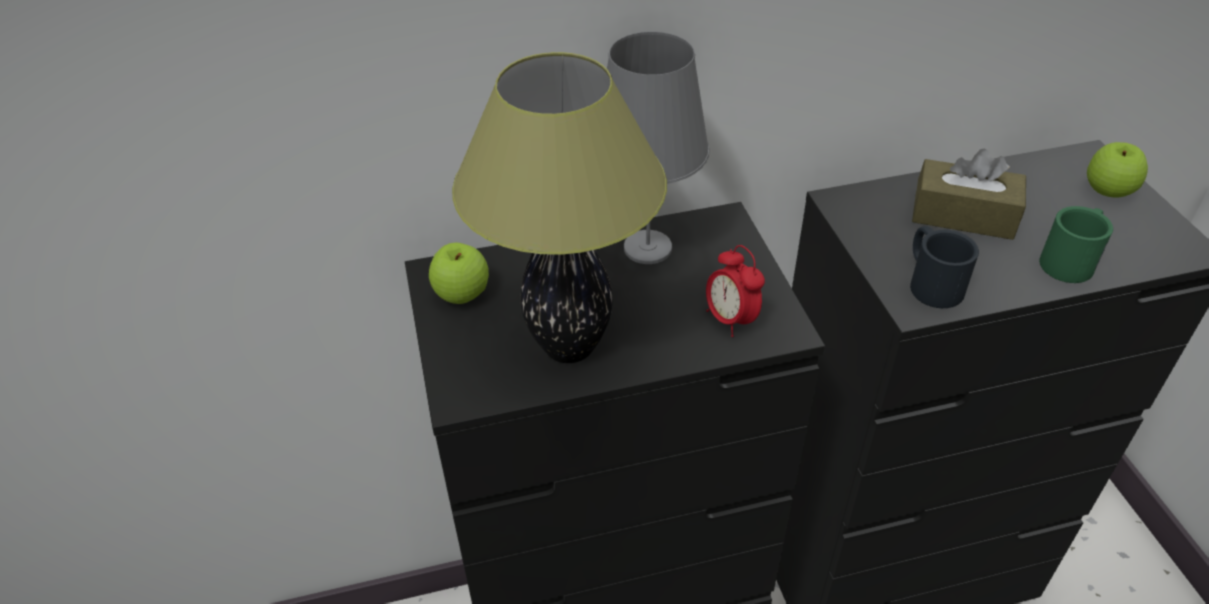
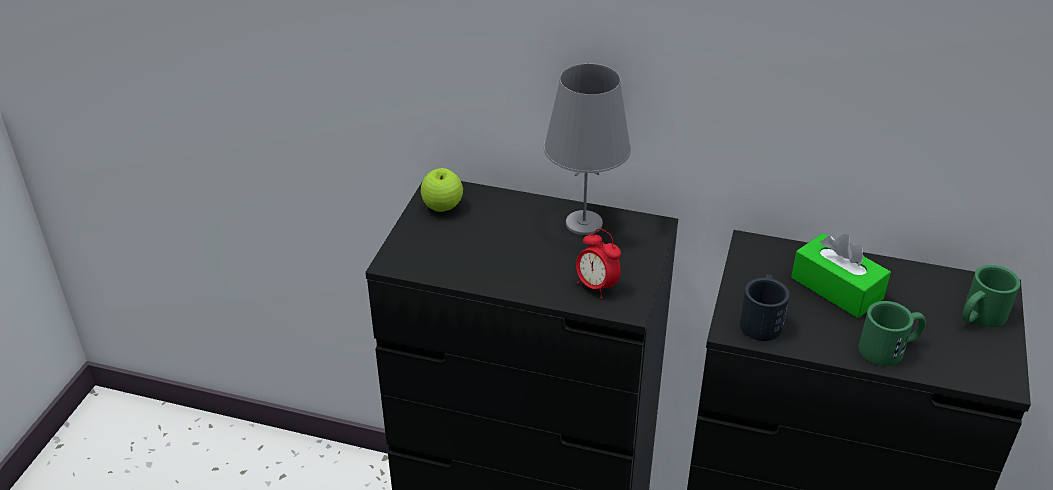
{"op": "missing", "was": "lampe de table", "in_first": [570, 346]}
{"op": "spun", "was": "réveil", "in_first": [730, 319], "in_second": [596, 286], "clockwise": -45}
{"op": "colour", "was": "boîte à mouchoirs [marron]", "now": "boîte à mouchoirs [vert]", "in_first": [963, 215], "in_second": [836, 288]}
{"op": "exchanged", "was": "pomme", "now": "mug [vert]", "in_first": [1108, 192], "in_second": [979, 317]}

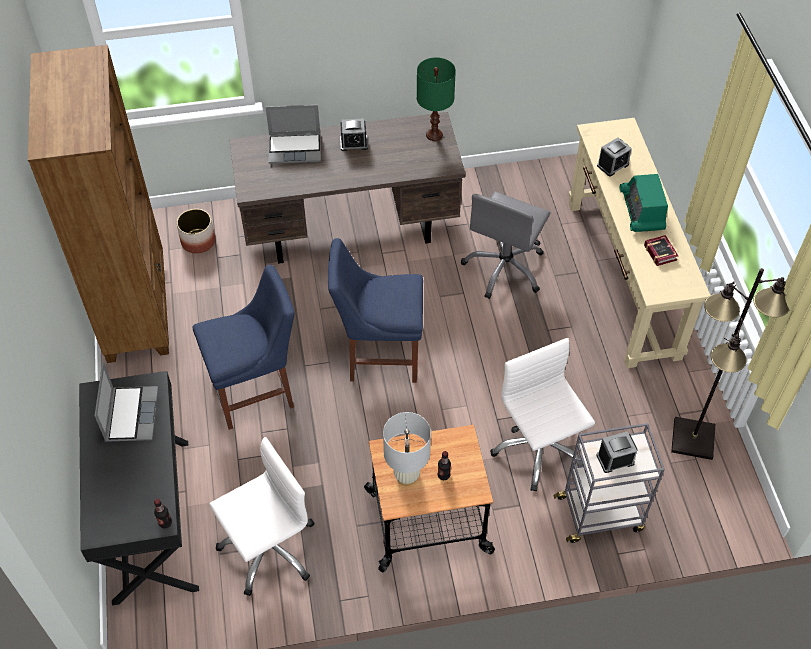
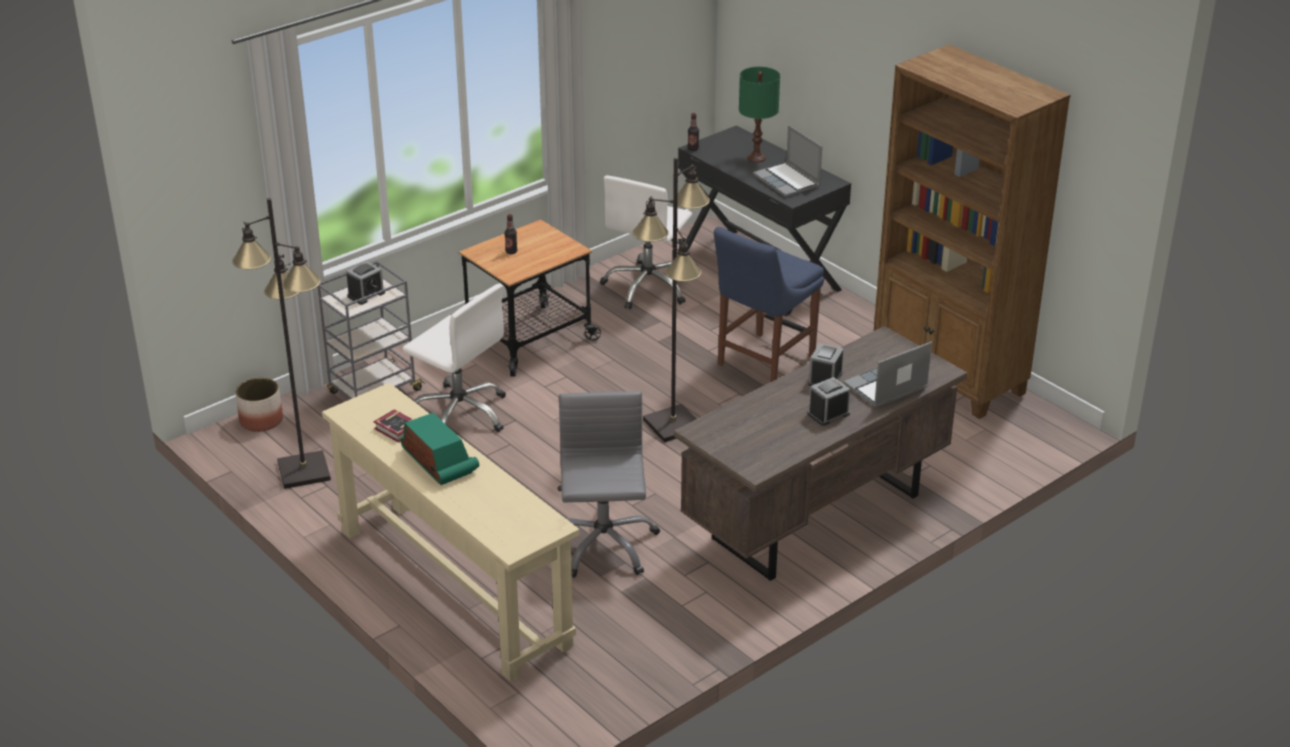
{"op": "relocated", "was": "cache-pot", "in_first": [198, 241], "in_second": [262, 420]}
{"op": "exchanged", "was": "chaise [bleu]", "now": "lampadaire [noir]", "in_first": [379, 355], "in_second": [674, 425]}
{"op": "missing", "was": "lampe de table [blanc]", "in_first": [406, 476]}
{"op": "relocated", "was": "lampe de table [vert]", "in_first": [434, 135], "in_second": [757, 158]}
{"op": "relocated", "was": "réveil", "in_first": [612, 165], "in_second": [825, 379]}

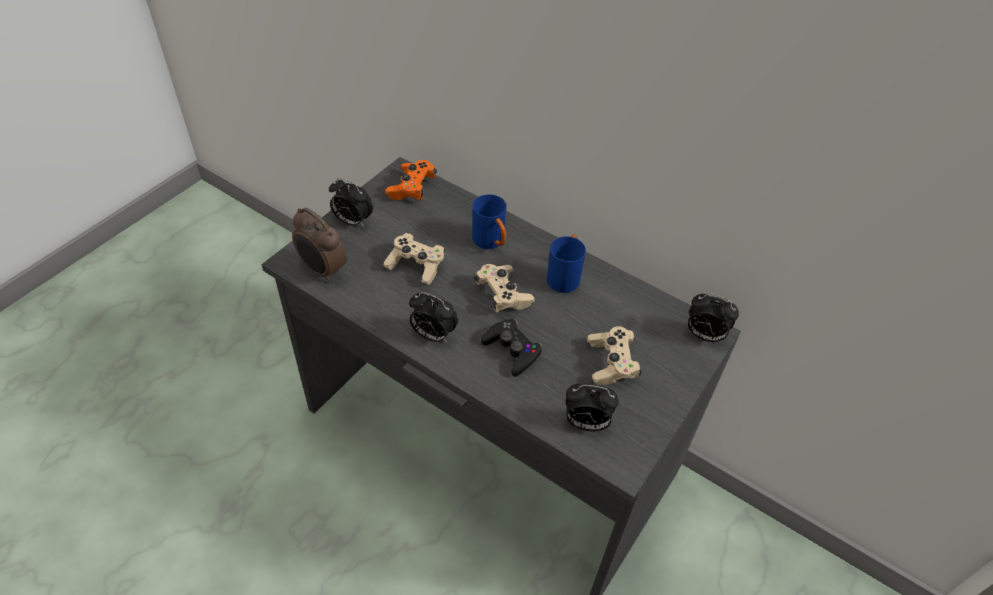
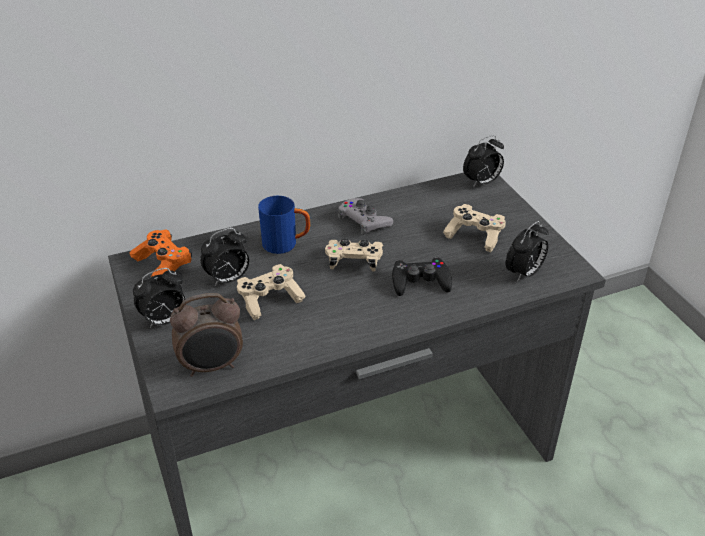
{"op": "relocated", "was": "réveil", "in_first": [432, 335], "in_second": [228, 279]}
{"op": "exchanged", "was": "mug [bleu]", "now": "manette [gris]", "in_first": [564, 276], "in_second": [364, 221]}

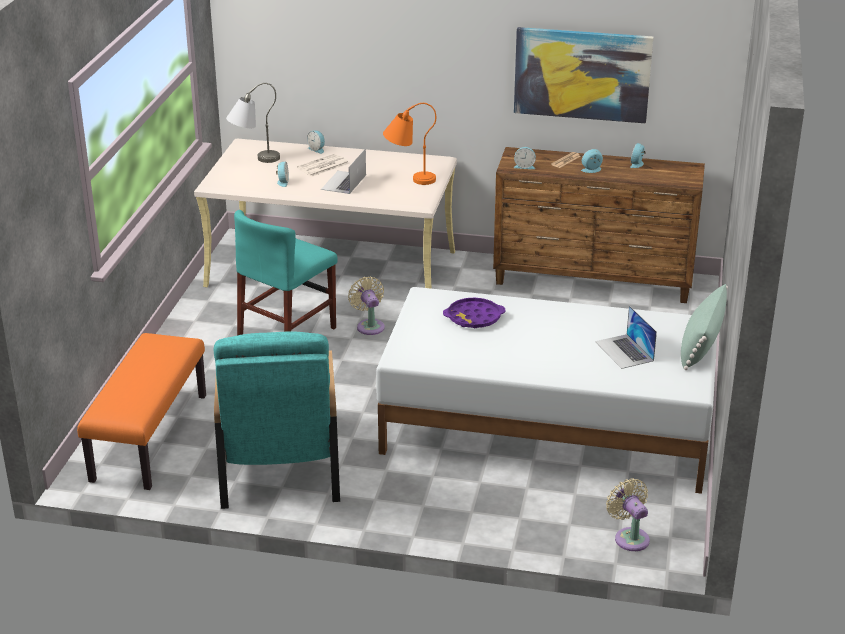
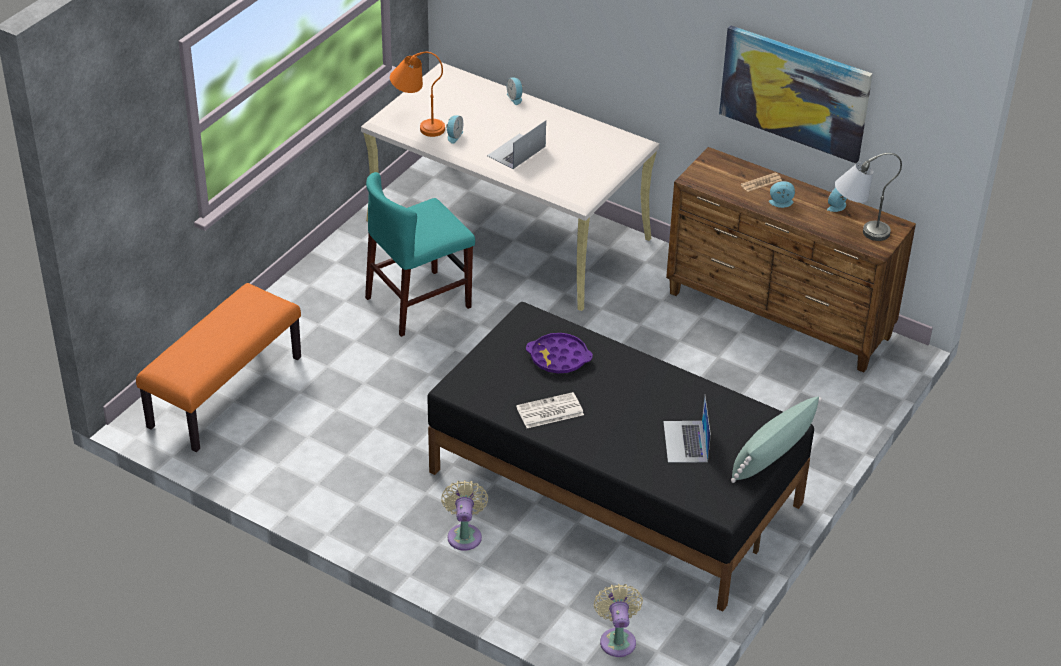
{"op": "missing", "was": "fauteuil [turquoise]", "in_first": [279, 459]}
{"op": "relocated", "was": "lampe de table [gris]", "in_first": [253, 160], "in_second": [857, 232]}
{"op": "relocated", "was": "journal", "in_first": [323, 166], "in_second": [549, 411]}
{"op": "relocated", "was": "ventilateur [beige]", "in_first": [369, 326], "in_second": [464, 534]}
{"op": "colour", "was": "lit [blanc]", "now": "lit [noir]", "in_first": [548, 427], "in_second": [615, 489]}
{"op": "relocated", "was": "lampe de table [orange]", "in_first": [408, 178], "in_second": [417, 124]}
{"op": "missing", "was": "réveil", "in_first": [524, 166]}

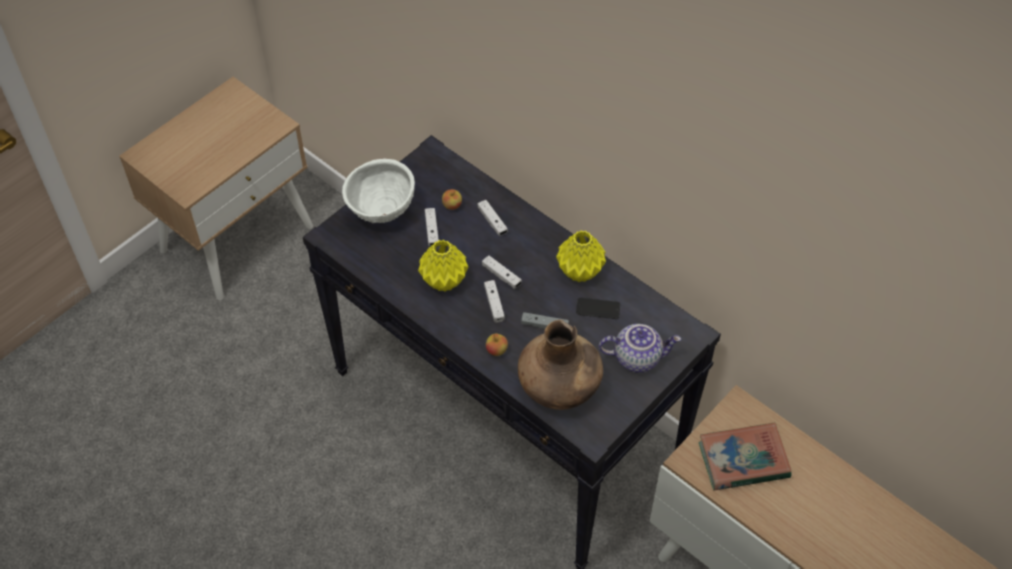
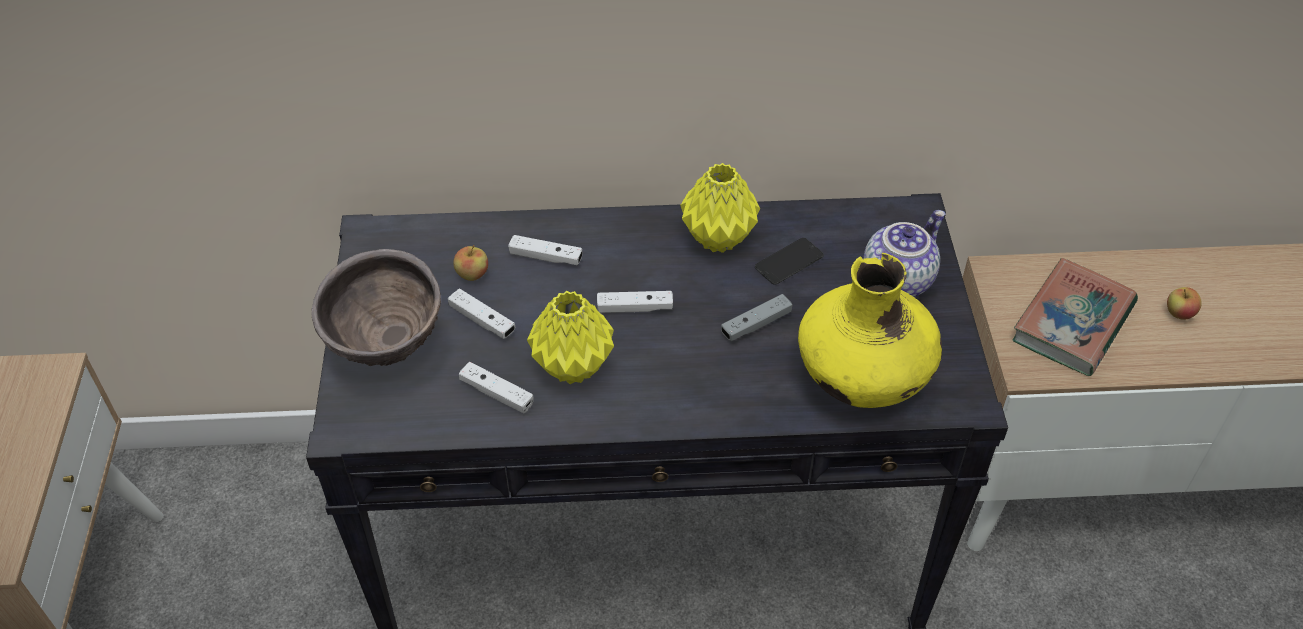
{"op": "colour", "was": "bol [blanc]", "now": "bol [marron]", "in_first": [381, 212], "in_second": [387, 346]}
{"op": "relocated", "was": "manette [blanc]", "in_first": [494, 304], "in_second": [497, 393]}
{"op": "relocated", "was": "pomme", "in_first": [496, 350], "in_second": [1179, 313]}
{"op": "colour", "was": "vase [marron]", "now": "vase [jaune]", "in_first": [559, 388], "in_second": [863, 379]}

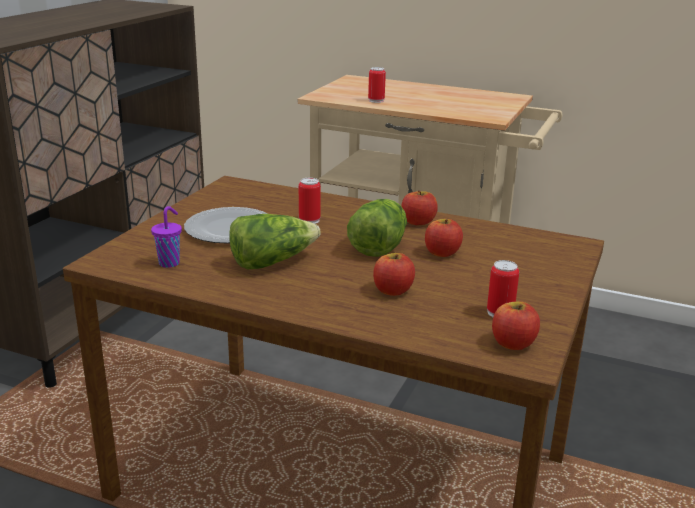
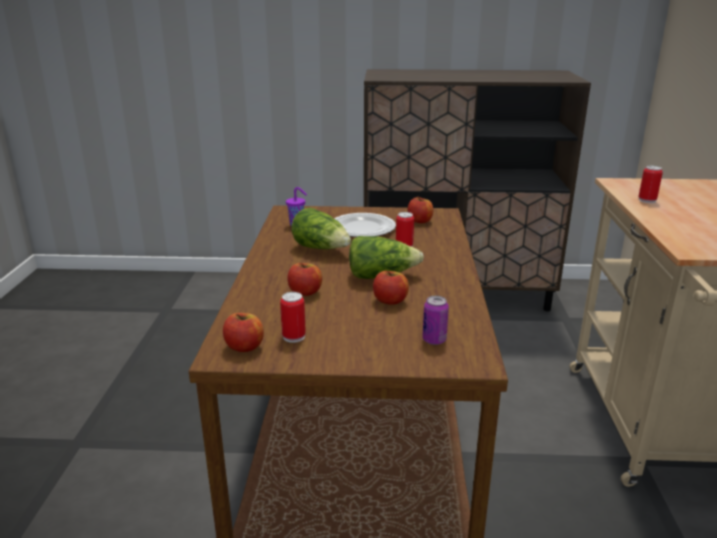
{"op": "relocated", "was": "pomme", "in_first": [418, 222], "in_second": [420, 221]}
{"op": "appeared", "now": "boîte métallique", "in_second": [434, 340]}

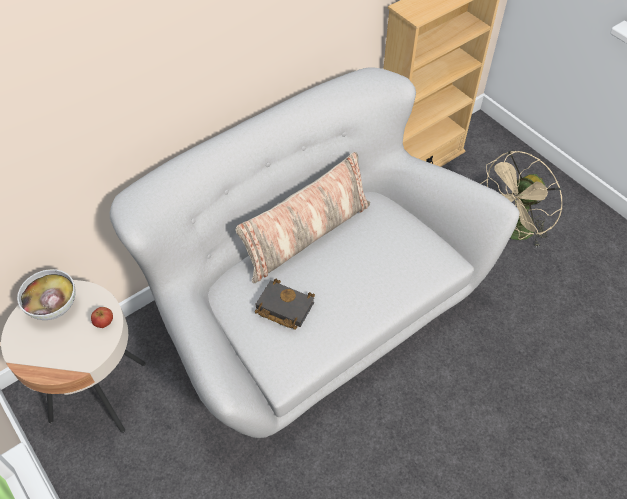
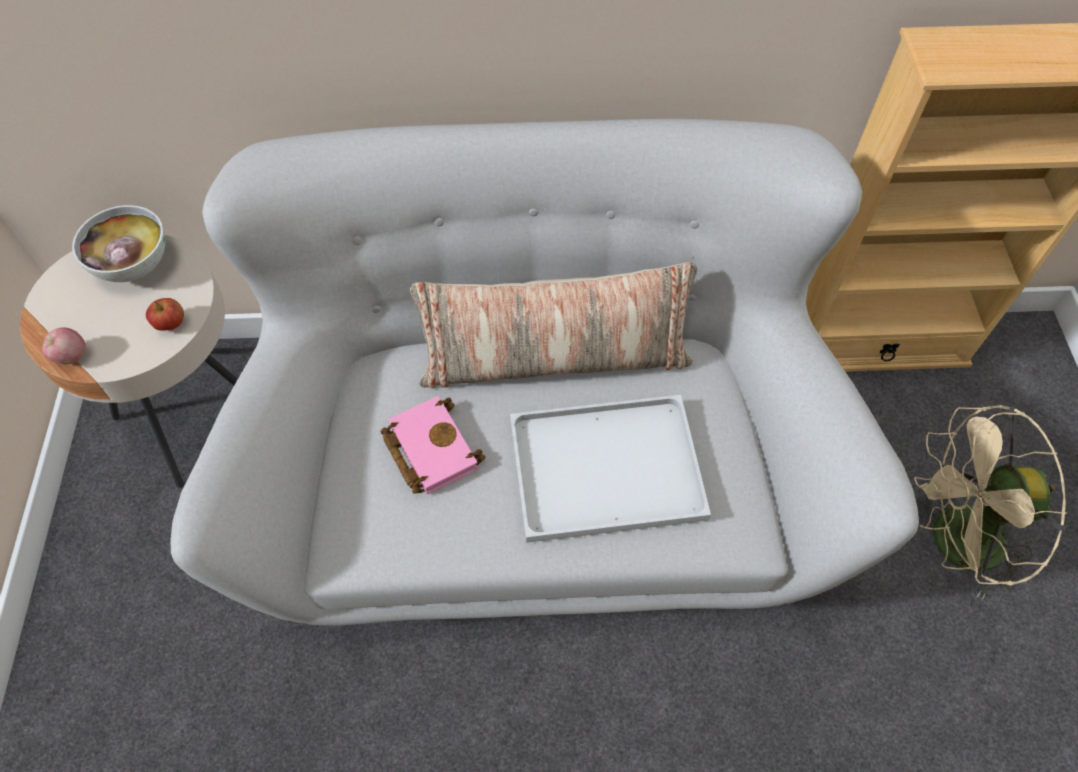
{"op": "colour", "was": "livre [noir]", "now": "livre [rose]", "in_first": [282, 307], "in_second": [428, 448]}
{"op": "appeared", "now": "pomme", "in_second": [72, 356]}
{"op": "appeared", "now": "plateau [blanc]", "in_second": [609, 466]}

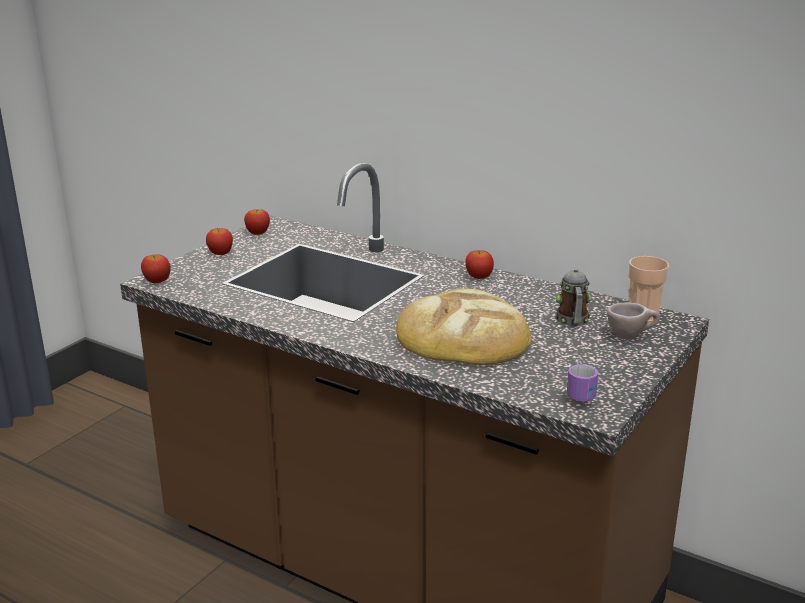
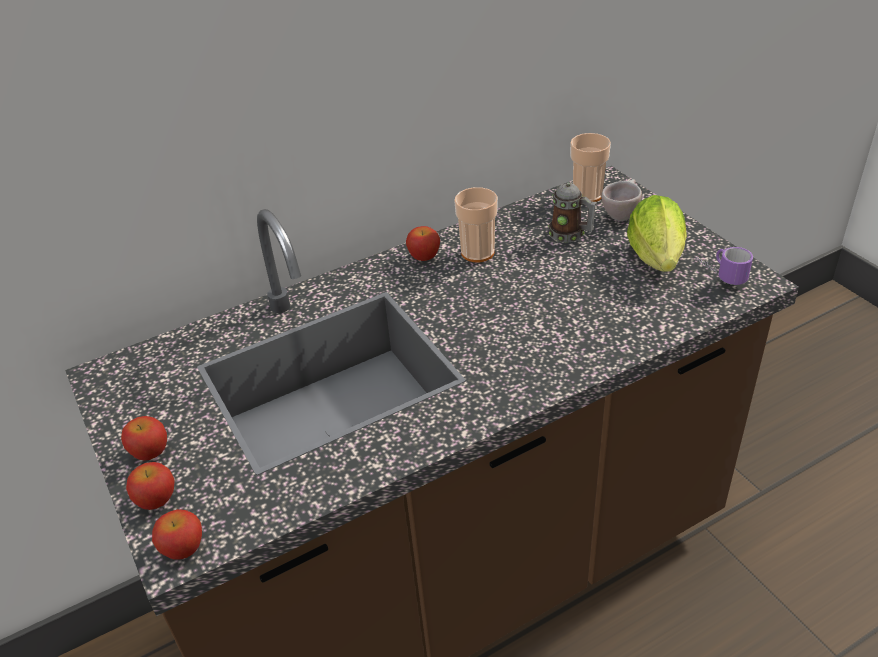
{"op": "relocated", "was": "pomme", "in_first": [258, 233], "in_second": [157, 499]}
{"op": "missing", "was": "pain", "in_first": [462, 337]}
{"op": "appeared", "now": "tasse", "in_second": [477, 252]}
{"op": "appeared", "now": "laitue", "in_second": [657, 261]}

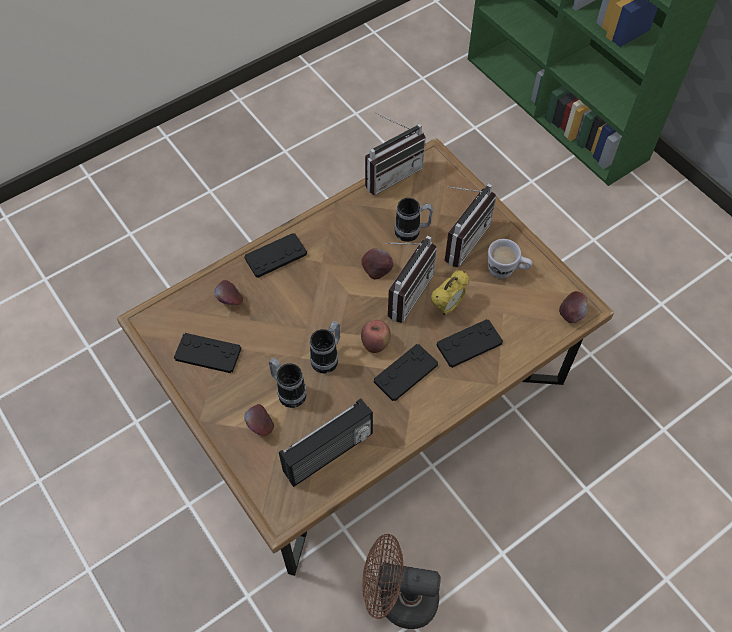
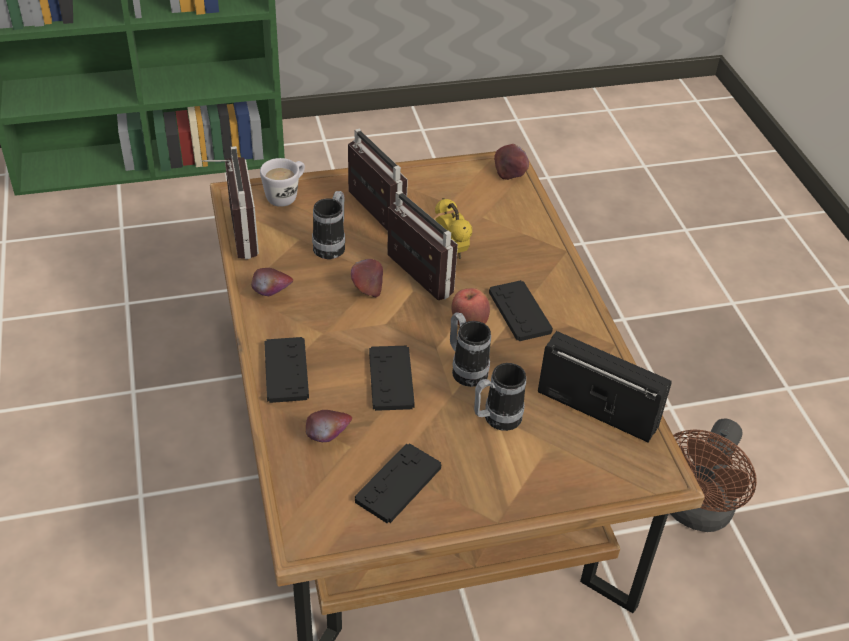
{"op": "relocated", "was": "pomme", "in_first": [260, 426], "in_second": [272, 295]}
{"op": "spun", "was": "radio", "in_first": [329, 454], "in_second": [598, 408], "clockwise": -45}
{"op": "relocated", "was": "manette [noir]", "in_first": [469, 344], "in_second": [391, 379]}
{"op": "relocated", "was": "mug [blanc]", "in_first": [506, 270], "in_second": [286, 195]}

